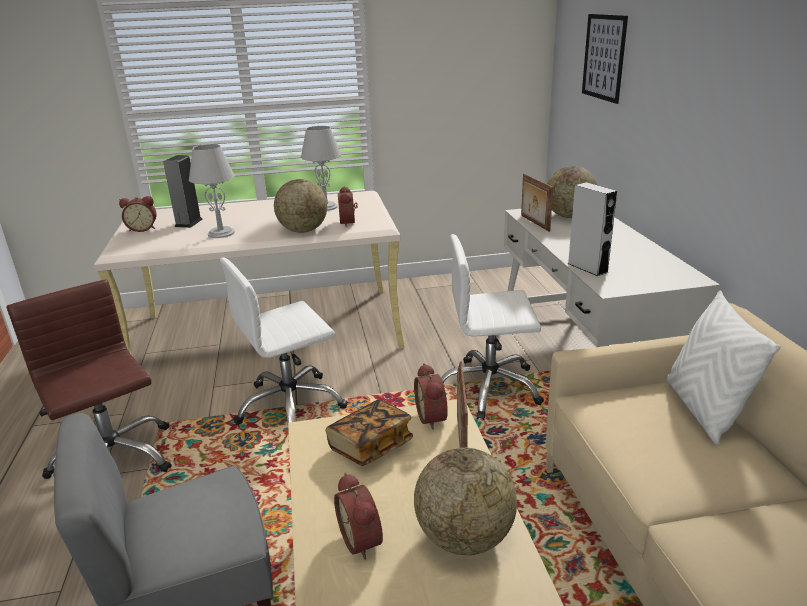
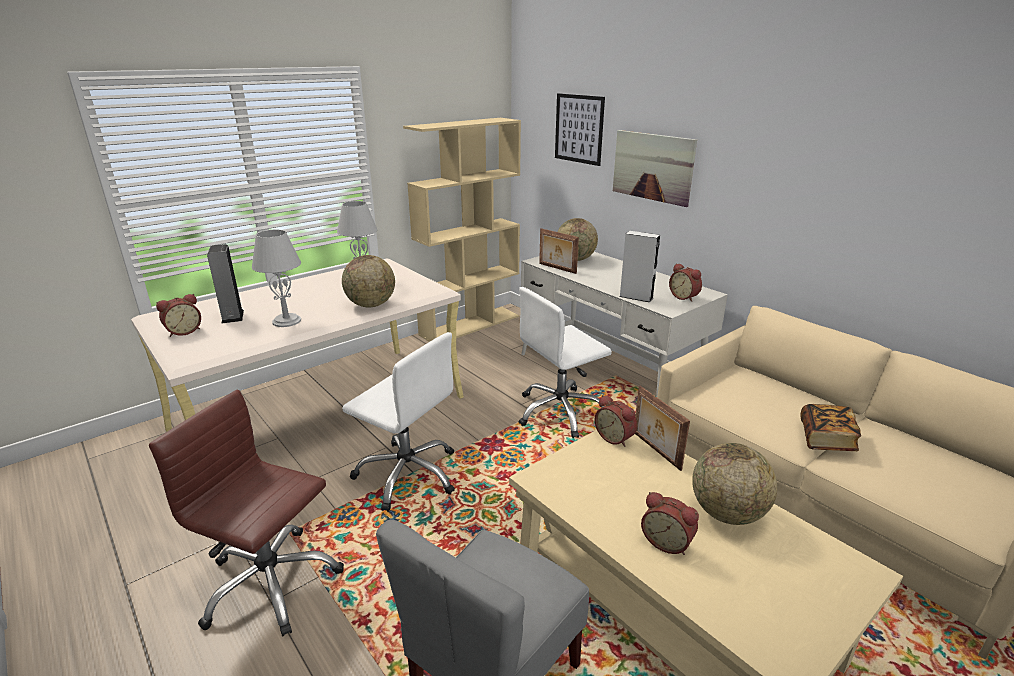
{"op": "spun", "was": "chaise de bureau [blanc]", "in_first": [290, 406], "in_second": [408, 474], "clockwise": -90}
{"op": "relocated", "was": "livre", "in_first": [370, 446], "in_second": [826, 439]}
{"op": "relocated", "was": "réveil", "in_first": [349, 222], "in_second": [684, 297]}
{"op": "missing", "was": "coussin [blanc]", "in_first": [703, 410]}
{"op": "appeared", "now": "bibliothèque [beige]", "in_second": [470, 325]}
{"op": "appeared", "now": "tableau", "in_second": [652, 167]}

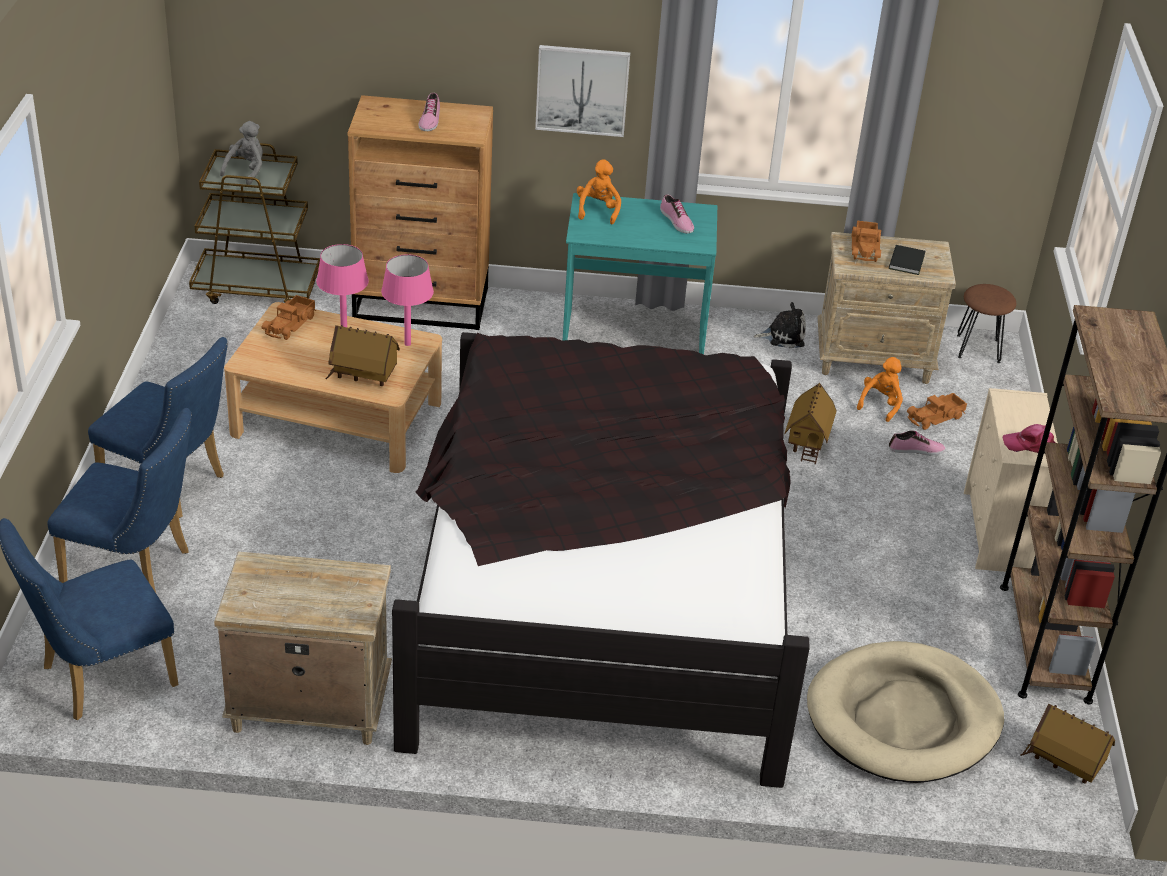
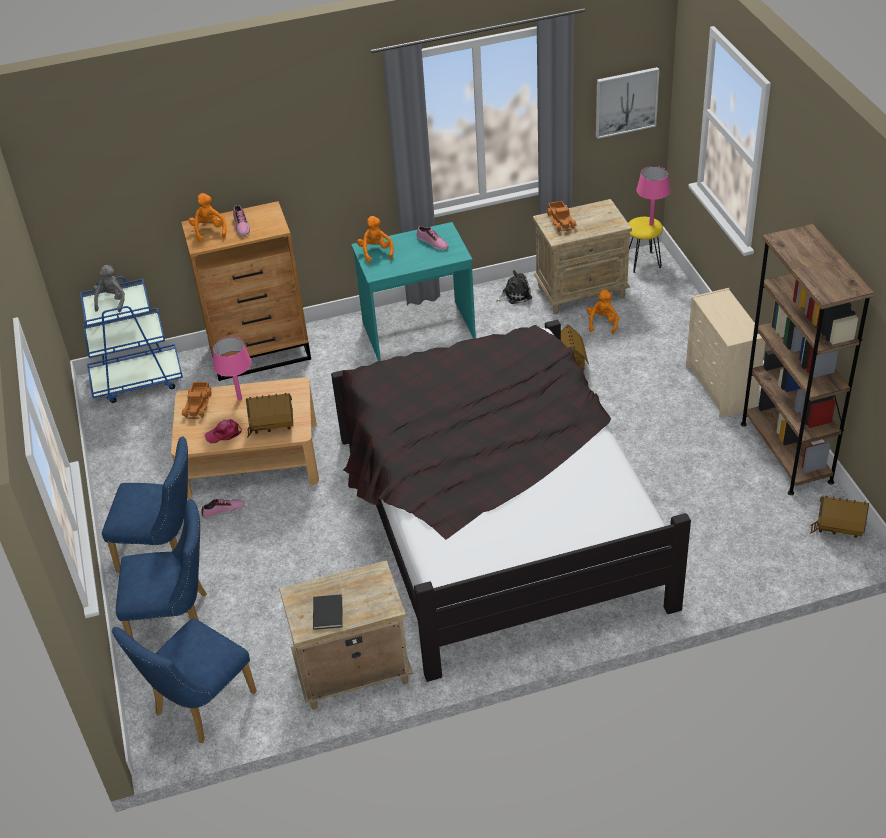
{"op": "colour", "was": "chariot [marron]", "now": "chariot [bleu]", "in_first": [257, 288], "in_second": [138, 380]}
{"op": "relocated", "was": "lampe de table [rose]", "in_first": [407, 344], "in_second": [651, 224]}
{"op": "relocated", "was": "tableau", "in_first": [582, 90], "in_second": [626, 102]}
{"op": "missing", "was": "panier pour chien [beige]", "in_first": [903, 718]}
{"op": "relocated", "was": "livre [noir]", "in_first": [907, 261], "in_second": [328, 612]}
{"op": "relocated", "was": "chaussure", "in_first": [916, 450], "in_second": [223, 511]}
{"op": "missing", "was": "camion jouet", "in_first": [936, 417]}
{"op": "colour", "was": "tabouret [marron]", "now": "tabouret [jaune]", "in_first": [978, 348], "in_second": [642, 261]}
{"op": "relocated", "was": "casquette [rose]", "in_first": [1029, 444], "in_second": [224, 434]}
{"op": "appeared", "now": "peluche [orange]", "in_second": [209, 231]}

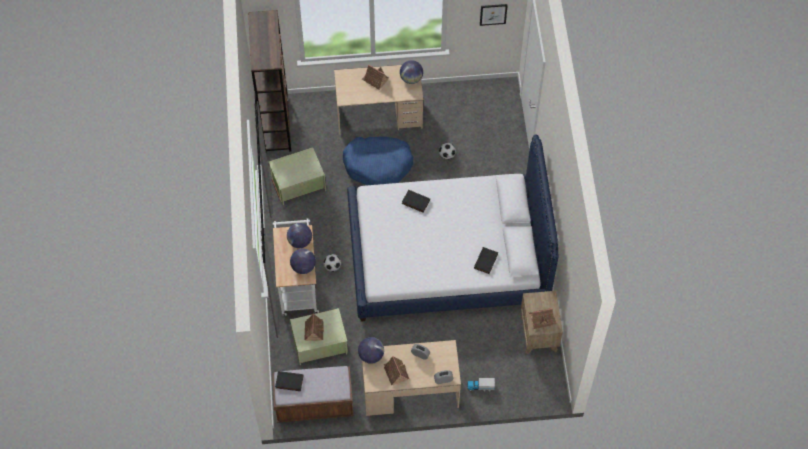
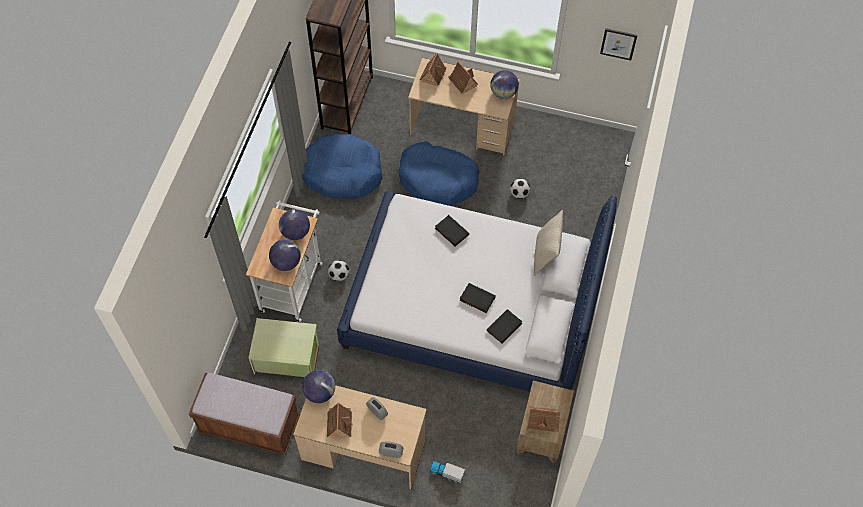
{"op": "exchanged", "was": "boîte de rangement [vert]", "now": "panier pour chien [bleu]", "in_first": [298, 184], "in_second": [342, 173]}
{"op": "relocated", "was": "livre [noir]", "in_first": [289, 382], "in_second": [476, 299]}
{"op": "relocated", "was": "maison miniature", "in_first": [314, 330], "in_second": [433, 74]}
{"op": "appeared", "now": "coussin [beige]", "in_second": [546, 254]}

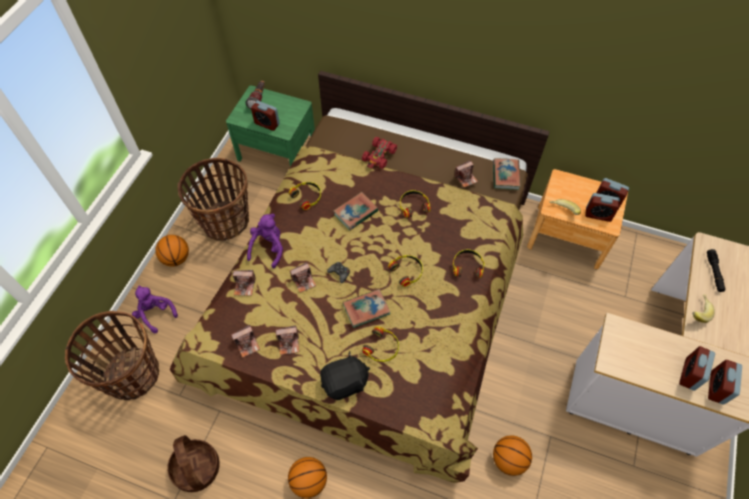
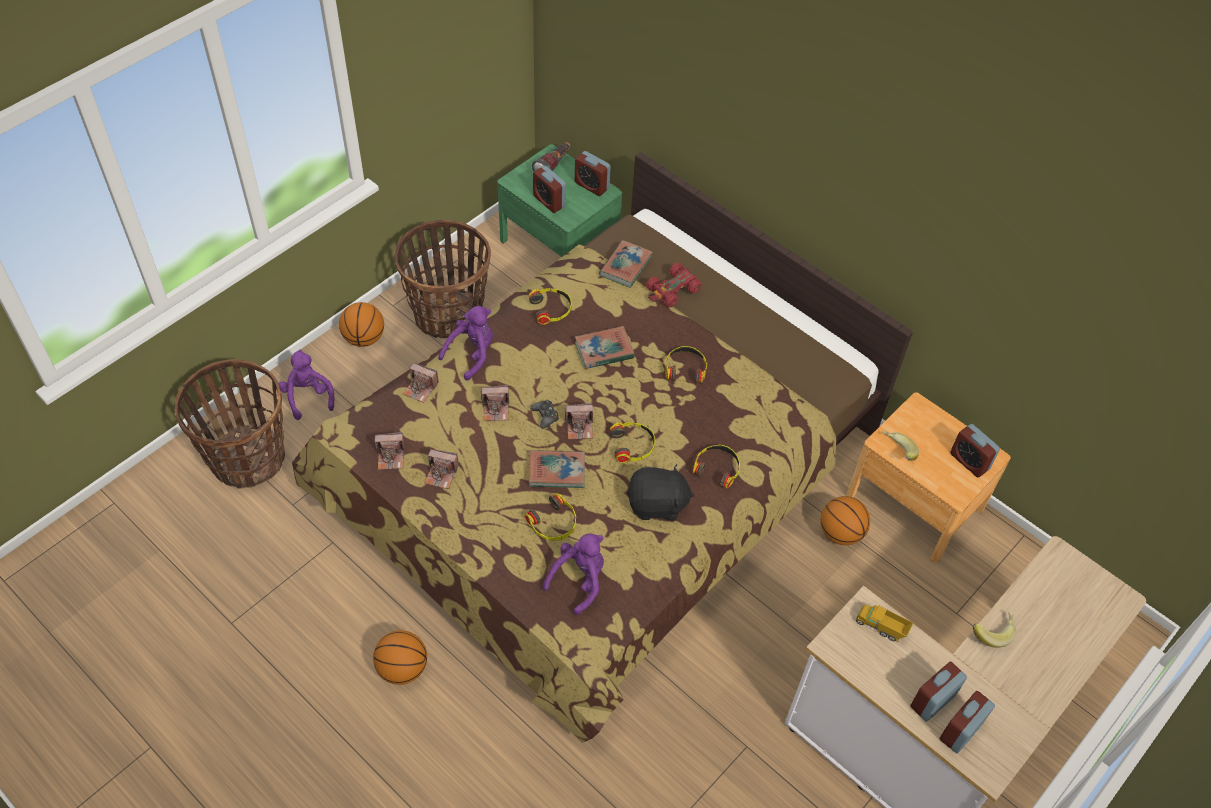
{"op": "missing", "was": "panier", "in_first": [196, 468]}
{"op": "relocated", "was": "peluche [noir]", "in_first": [345, 383], "in_second": [657, 504]}
{"op": "relocated", "was": "appareil photo", "in_first": [466, 178], "in_second": [579, 427]}
{"op": "relocated", "was": "livre", "in_first": [505, 175], "in_second": [625, 266]}
{"op": "relocated", "was": "ballon de basket", "in_first": [509, 460], "in_second": [840, 533]}
{"op": "relocated", "was": "réveil", "in_first": [598, 215], "in_second": [591, 185]}
{"op": "missing", "was": "lampe de poche [noir]", "in_first": [714, 273]}
{"op": "appeared", "now": "peluche [violet]", "in_second": [579, 580]}
{"op": "appeared", "now": "camion jouet", "in_second": [881, 627]}

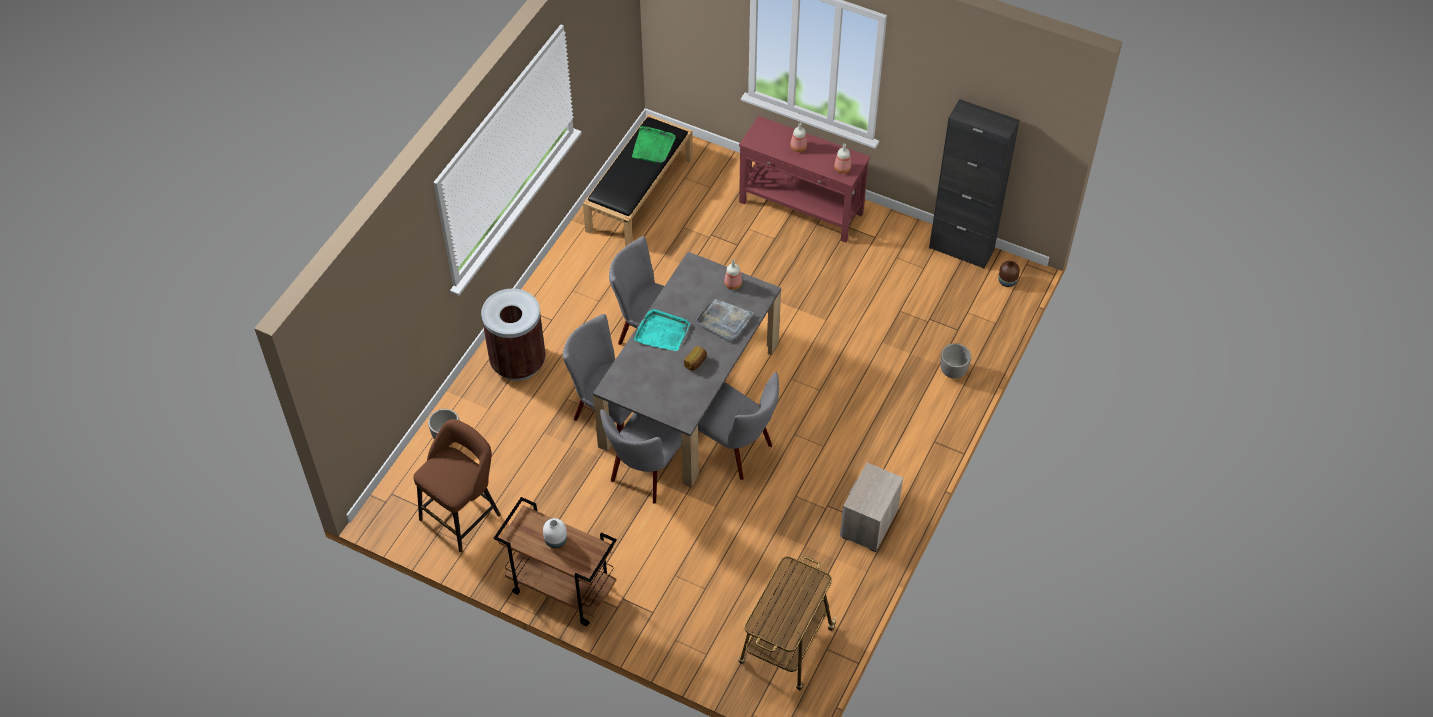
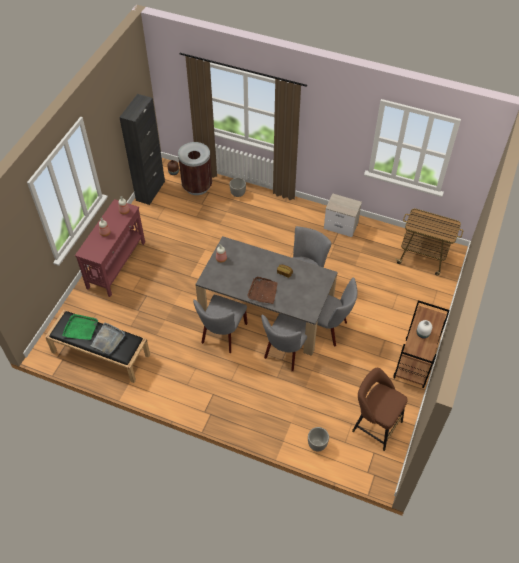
{"op": "relocated", "was": "poubelle [marron]", "in_first": [518, 362], "in_second": [197, 186]}
{"op": "colour", "was": "plateau [turquoise]", "now": "plateau [marron]", "in_first": [662, 332], "in_second": [263, 291]}
{"op": "relocated", "was": "plateau [gris]", "in_first": [724, 320], "in_second": [108, 339]}

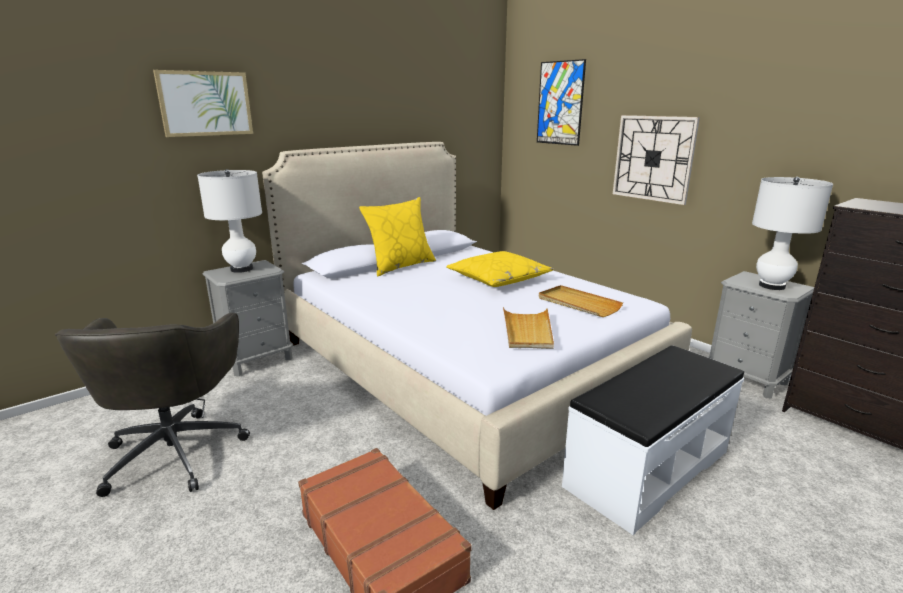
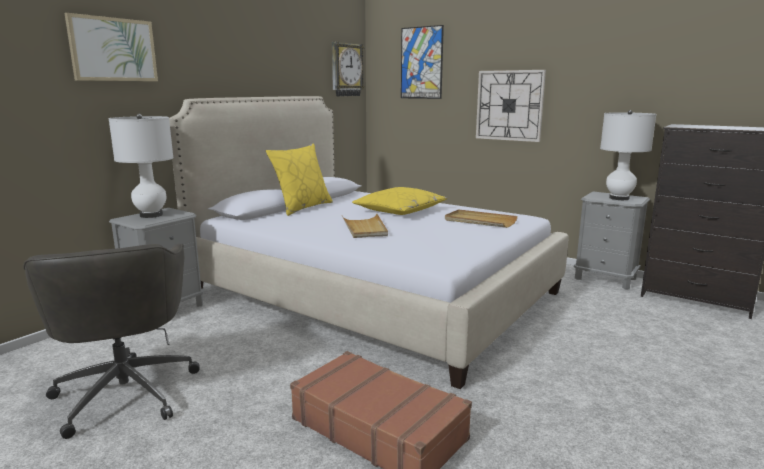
{"op": "relocated", "was": "plateau [beige]", "in_first": [527, 331], "in_second": [364, 228]}
{"op": "missing", "was": "banc [blanc]", "in_first": [646, 468]}
{"op": "appeared", "now": "horloge murale", "in_second": [346, 70]}

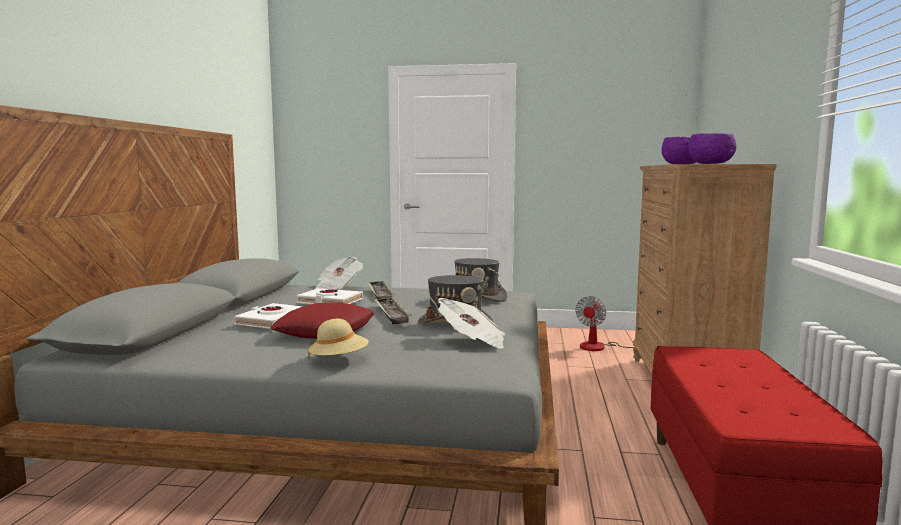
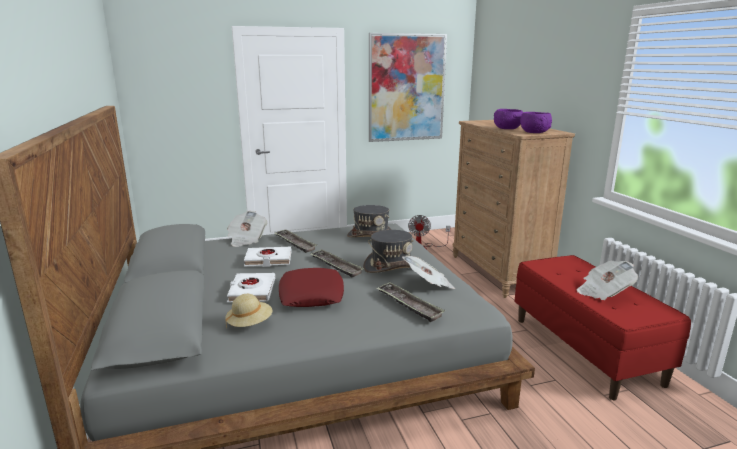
{"op": "relocated", "was": "chapeau [beige]", "in_first": [339, 360], "in_second": [250, 324]}
{"op": "appeared", "now": "tableau", "in_second": [406, 88]}
{"op": "appeared", "now": "plateau", "in_second": [408, 305]}
{"op": "appeared", "now": "journal", "in_second": [603, 292]}

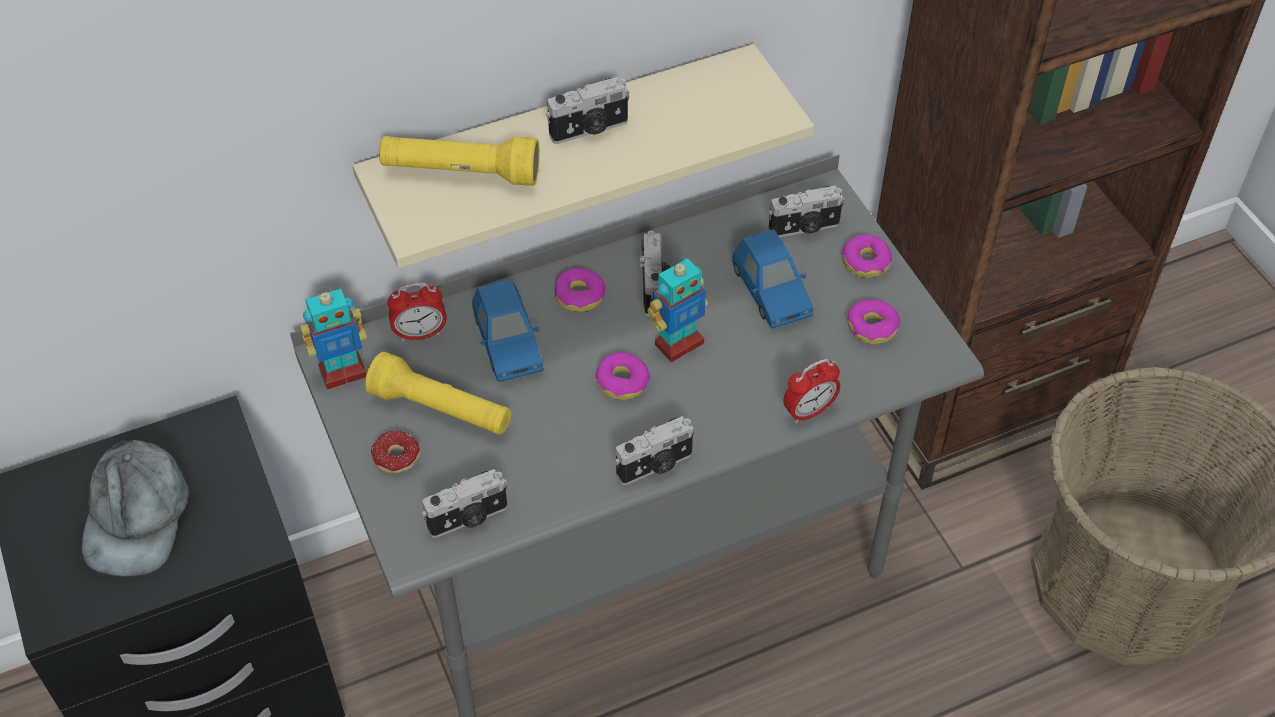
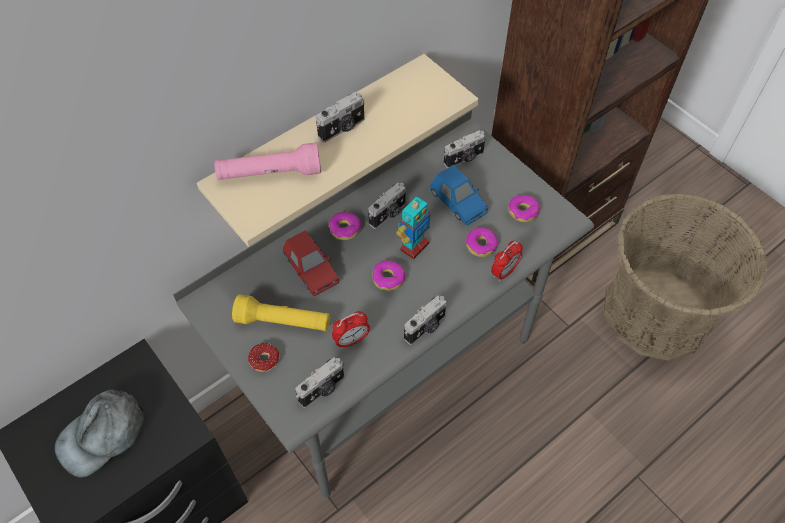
{"op": "spun", "was": "casquette [gris]", "in_first": [137, 515], "in_second": [103, 434], "clockwise": 60}
{"op": "missing", "was": "robot jouet", "in_first": [343, 372]}
{"op": "colour", "was": "lampe de poche [jaune]", "now": "lampe de poche [rose]", "in_first": [461, 173], "in_second": [270, 174]}
{"op": "relocated", "was": "réveil", "in_first": [420, 333], "in_second": [351, 340]}
{"op": "colour", "was": "petite voiture [bleu]", "now": "petite voiture [rouge]", "in_first": [507, 343], "in_second": [311, 269]}
{"op": "spun", "was": "appareil photo", "in_first": [654, 287], "in_second": [388, 214], "clockwise": 60}
{"op": "relocated", "was": "beignet", "in_first": [866, 262], "in_second": [481, 245]}

